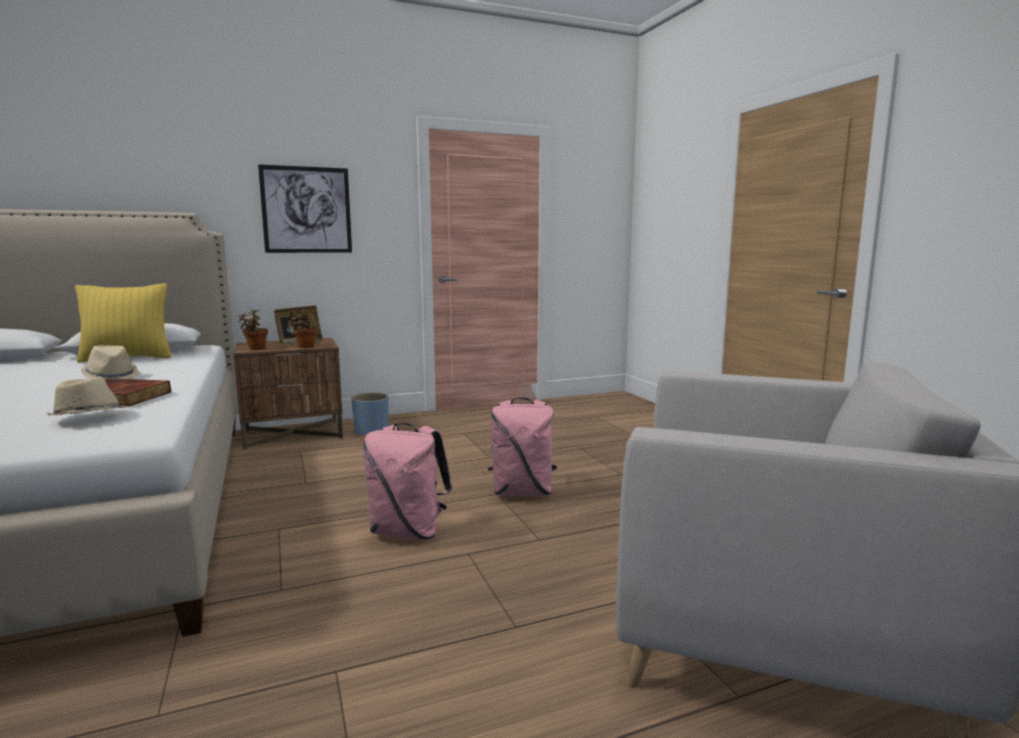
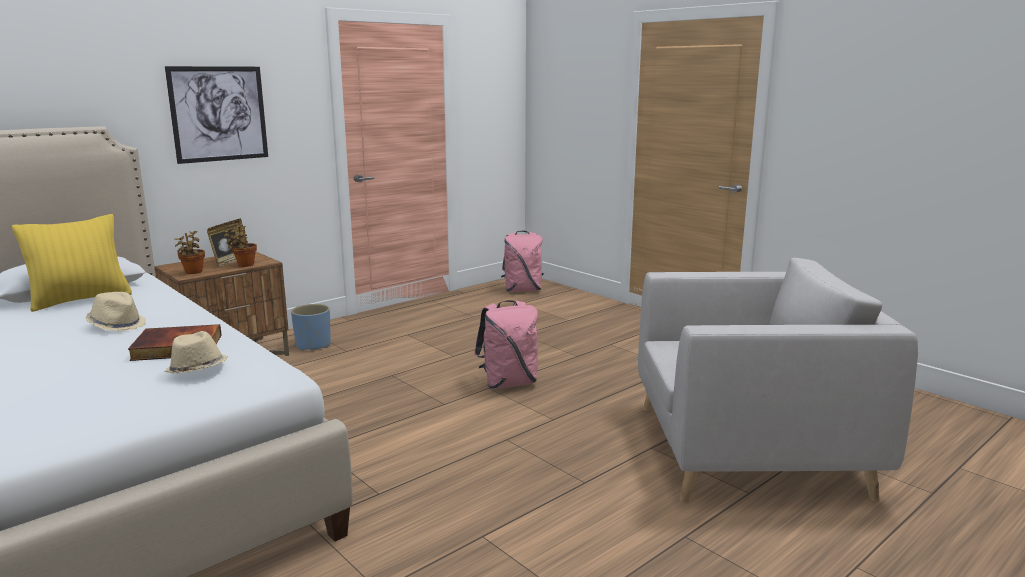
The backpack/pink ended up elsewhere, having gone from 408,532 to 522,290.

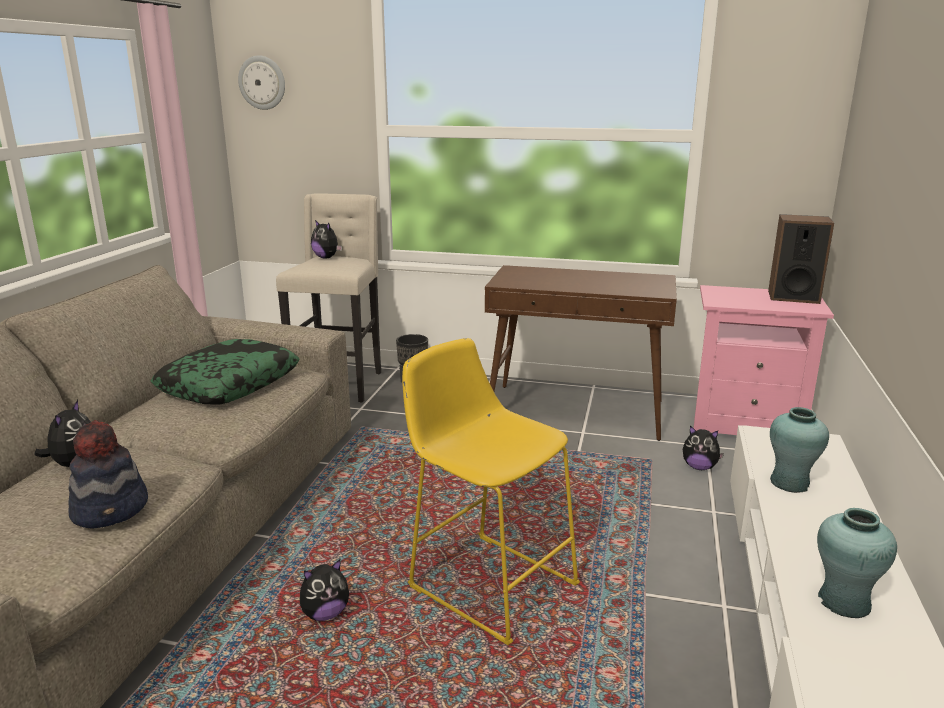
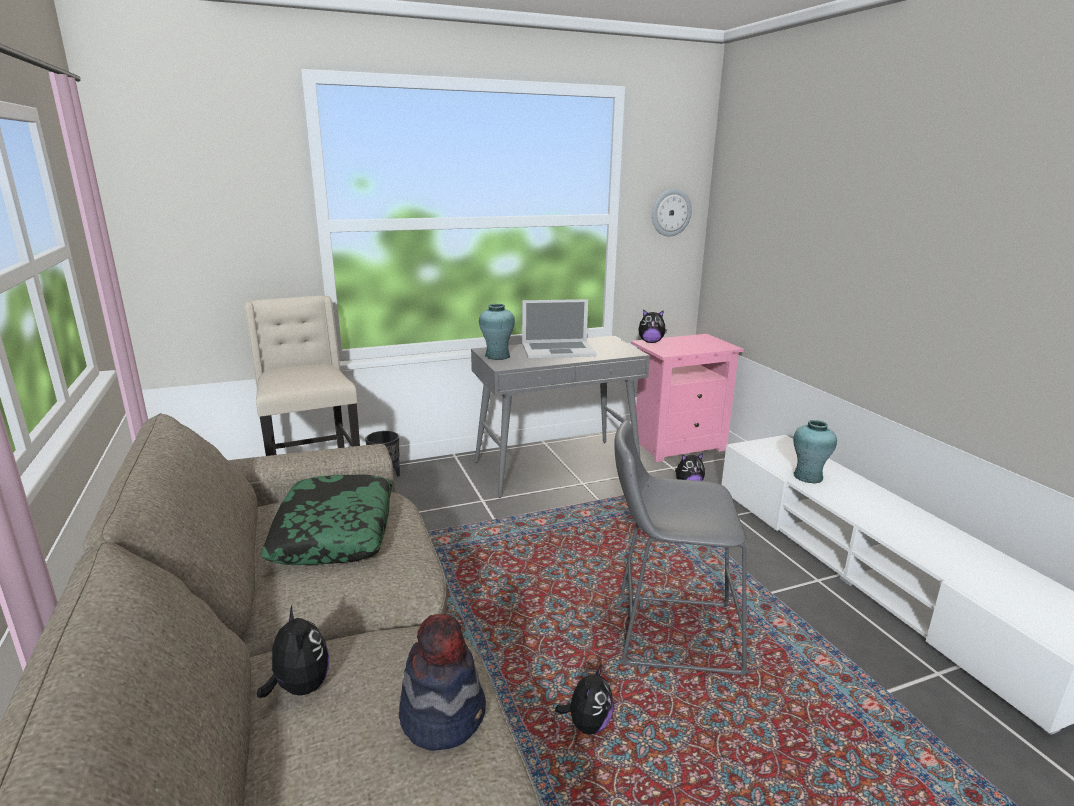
The wall clock ended up elsewhere, having gone from 262,82 to 670,212.
The second view lost the speaker at 793,297.
The plush toy ended up elsewhere, having gone from 327,258 to 650,342.
What was the console table/brown at 576,411 turned into the console table/grey at 557,467.
What was the stool/yellow at 487,582 turned into the stool/grey at 669,633.
The vase/turquoise ended up elsewhere, having gone from 844,602 to 497,356.
The second view gained the laptop at 558,350.

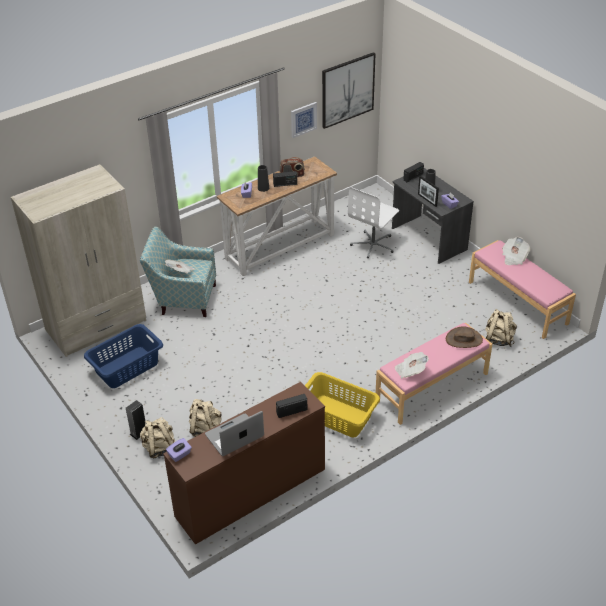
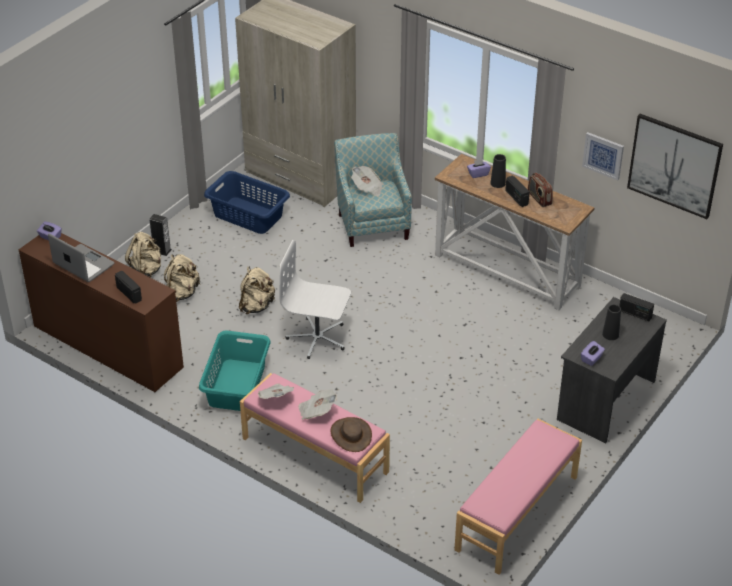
The second view lost the picture frame at 427,200.
The office chair/white ended up elsewhere, having gone from 373,245 to 317,338.
The newspaper ended up elsewhere, having gone from 514,258 to 316,411.
The backpack/beige ended up elsewhere, having gone from 498,339 to 256,306.
What was the laundry basket/yellow at 338,416 turned into the laundry basket/turquoise at 236,385.

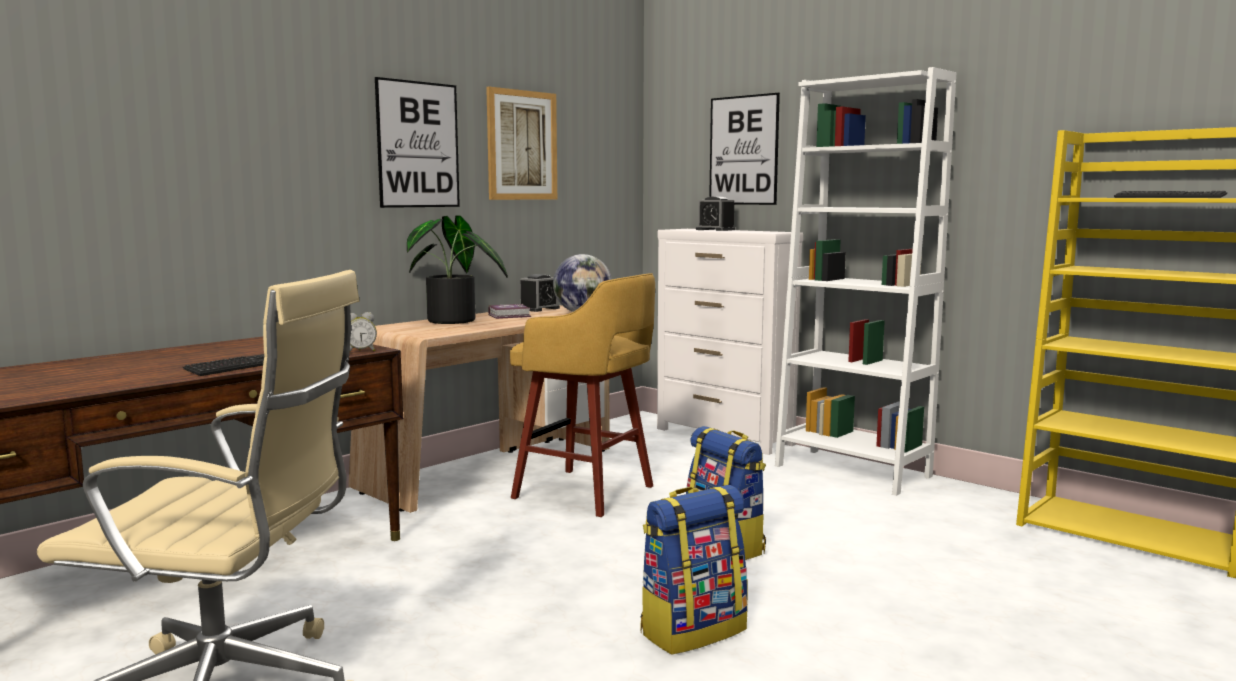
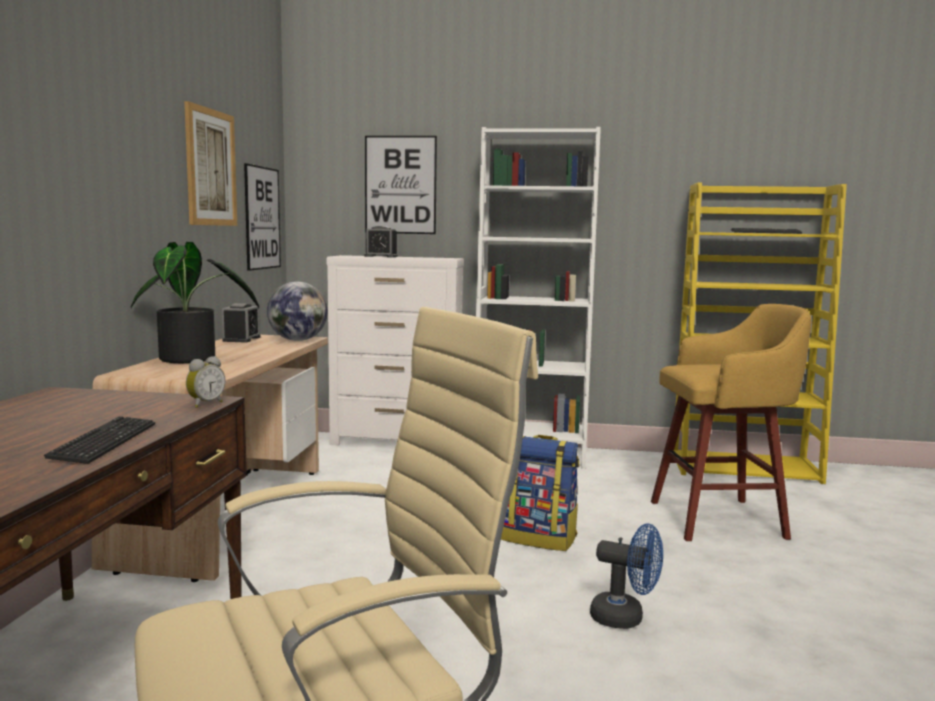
The picture ended up elsewhere, having gone from 418,145 to 262,218.
The stool/yellow ended up elsewhere, having gone from 587,493 to 721,519.
The second view lost the book at 510,316.
Where the backpack stood at 692,630, the fan/blue came to stand at 625,618.

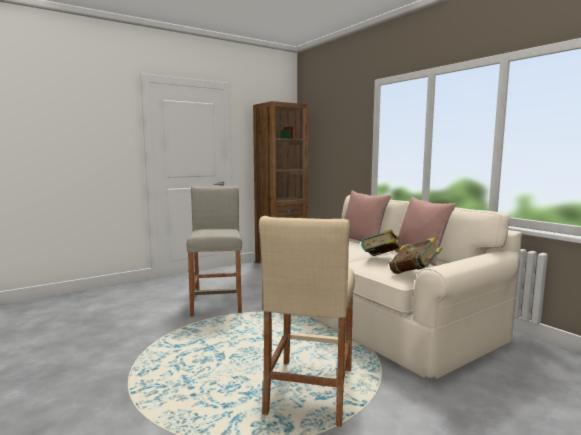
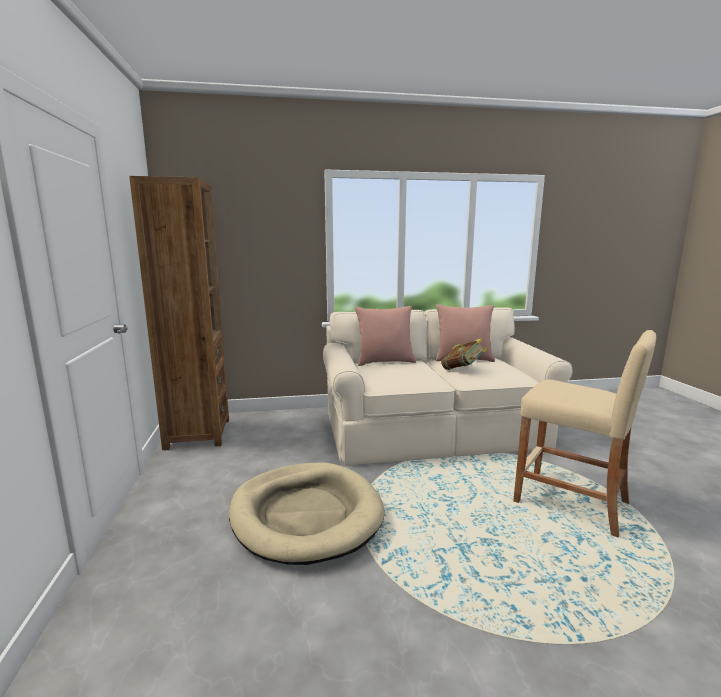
Where the stool/beige stood at 217,303, the dog bed/beige came to stand at 306,515.
The second view lost the book at 414,274.

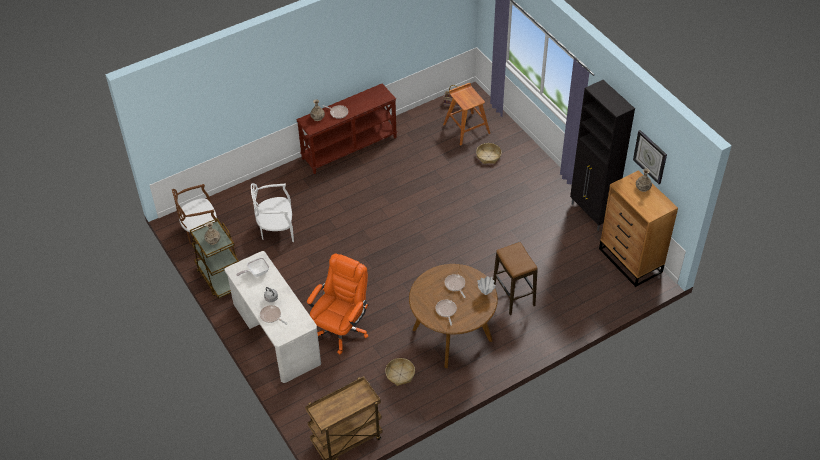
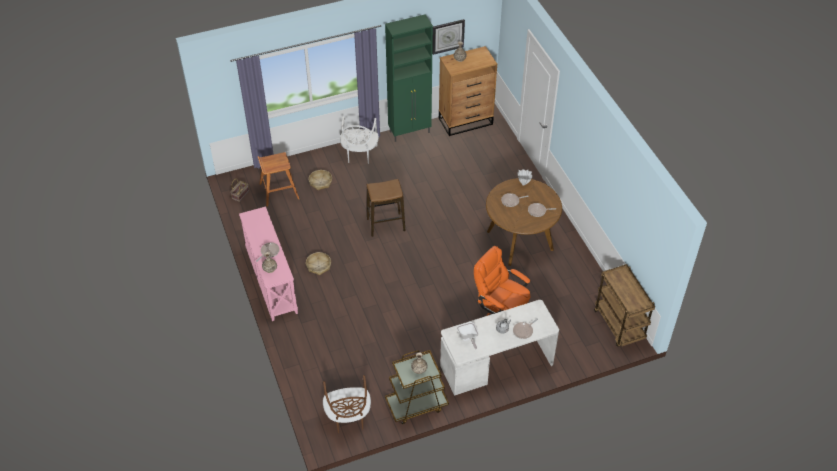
What was the cabinet/black at 591,214 turned into the cabinet/green at 410,132.
What was the console table/brown at 349,147 turned into the console table/pink at 270,280.
The chair/white ended up elsewhere, having gone from 276,229 to 359,154.
The stool ended up elsewhere, having gone from 513,296 to 386,225.
The basket ended up elsewhere, having gone from 400,374 to 318,266.

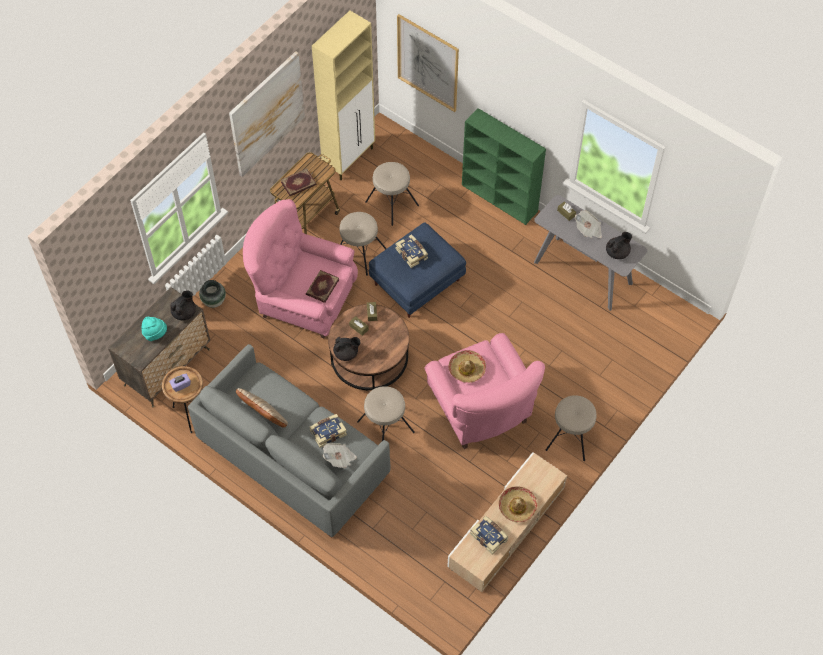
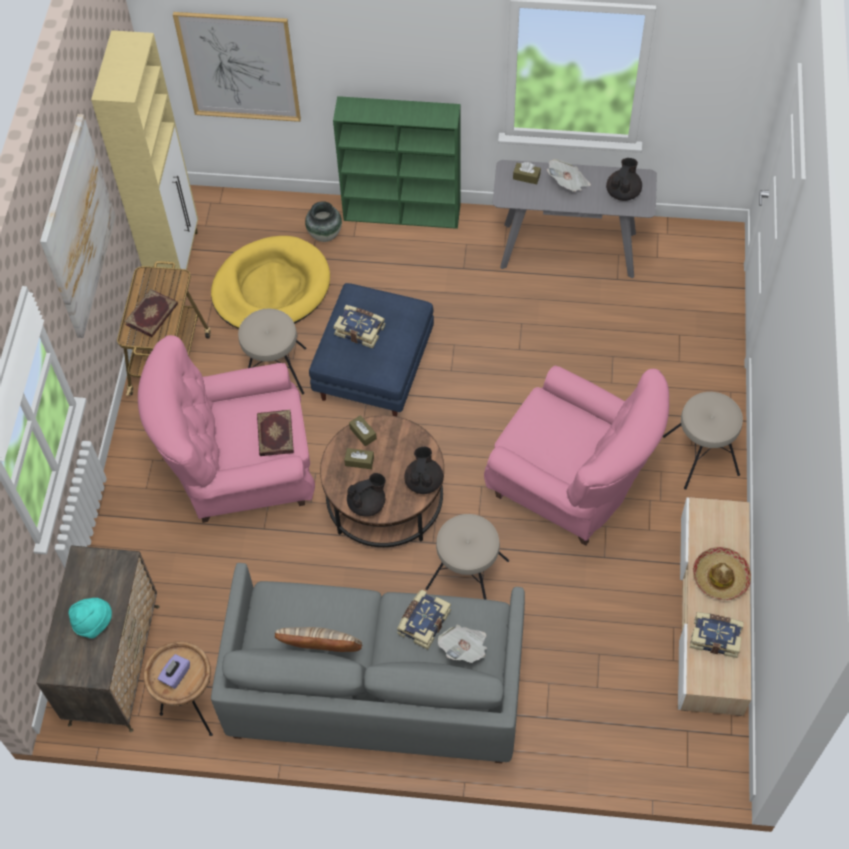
Where the stool/beige stood at 391,204, the dog bed/yellow came to stand at 271,288.
The vase ended up elsewhere, having gone from 213,301 to 324,235.
The teapot/black ended up elsewhere, having gone from 184,312 to 424,481.
The second view lost the hat at 467,369.

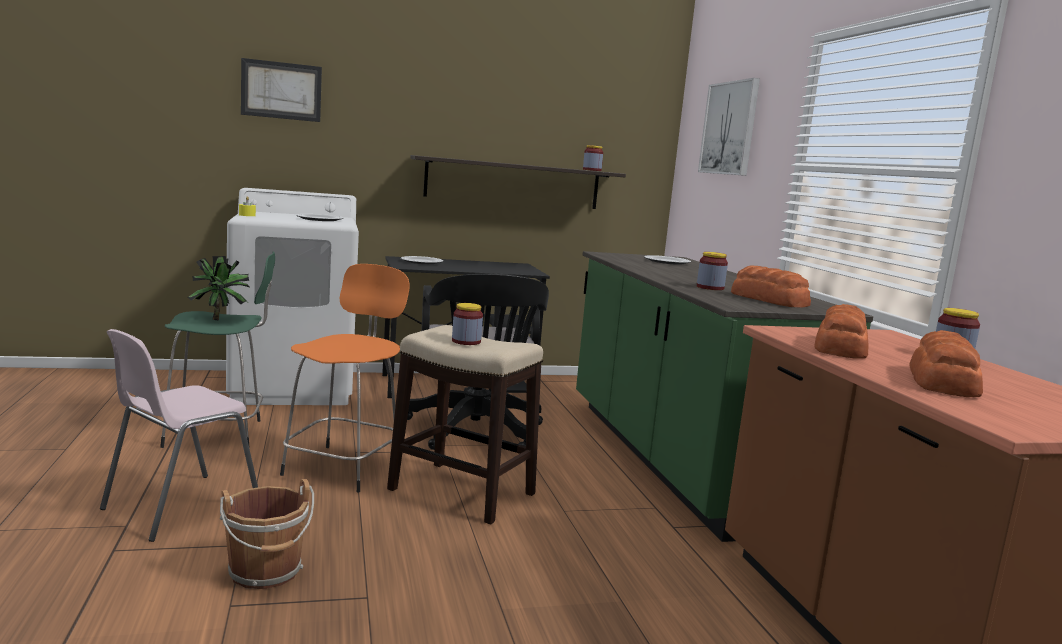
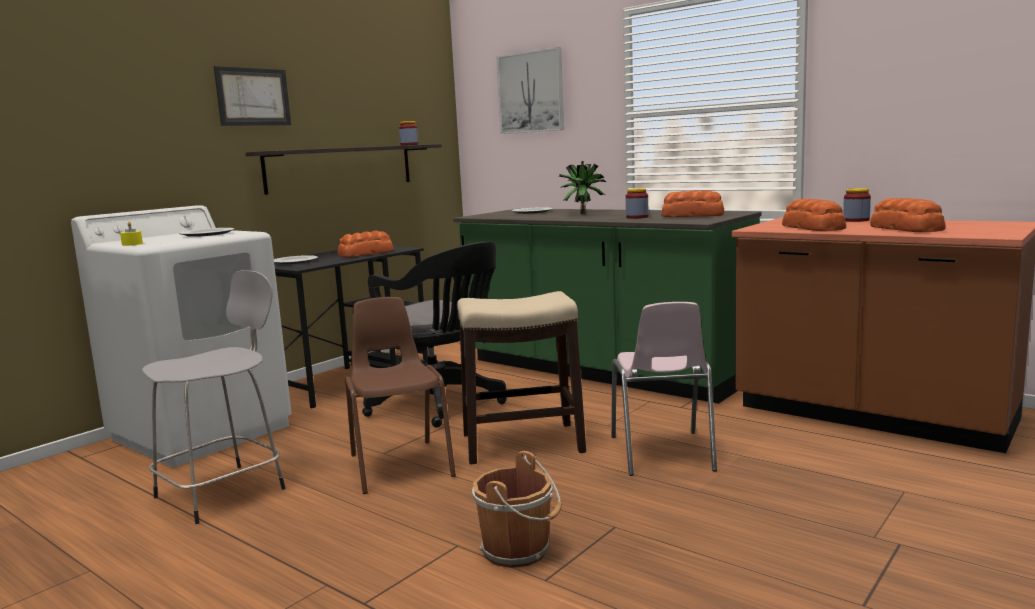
The picture ended up elsewhere, having gone from 281,90 to 253,97.
What was the stool/green at 218,433 turned into the stool/grey at 224,491.
The potted plant ended up elsewhere, having gone from 220,319 to 583,213.
Where the stool/orange stood at 344,466, the chair/brown came to stand at 400,465.
The second view lost the jar at 466,341.
The chair/pink ended up elsewhere, having gone from 179,507 to 661,454.
The second view gained the bread at 366,253.

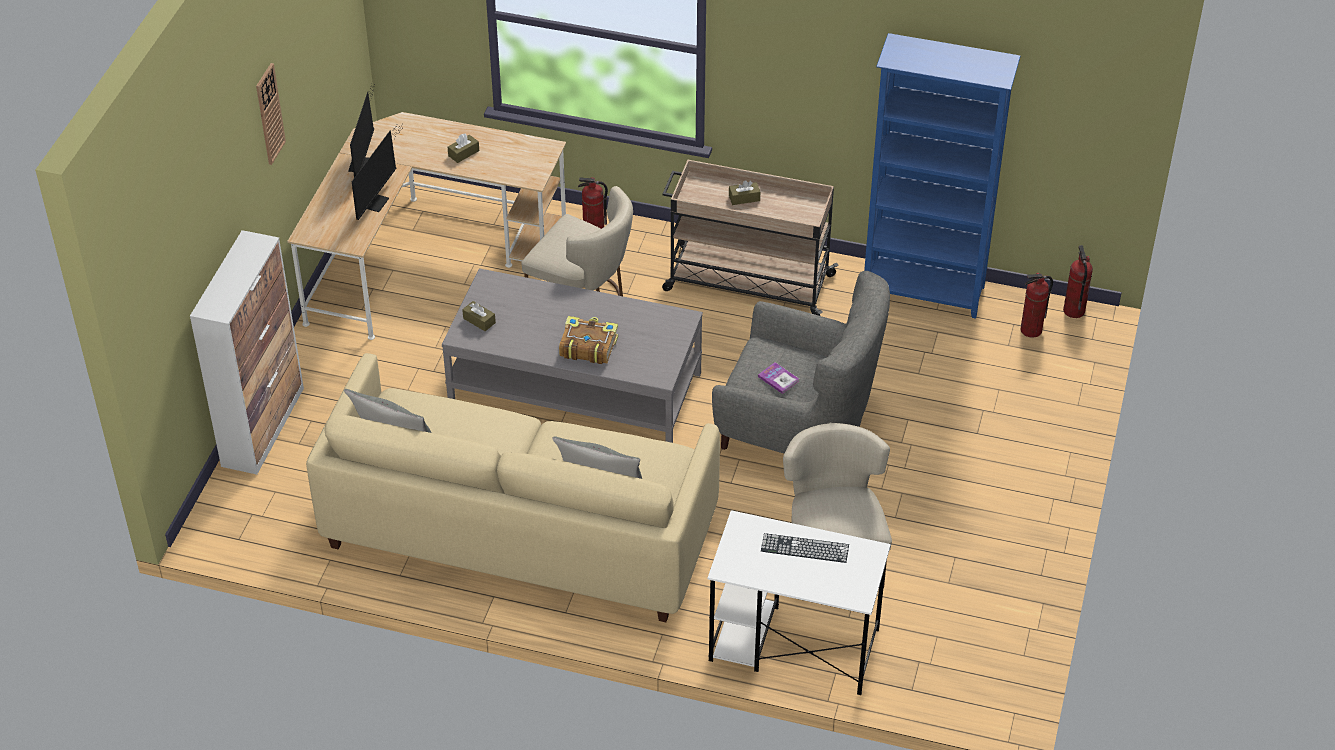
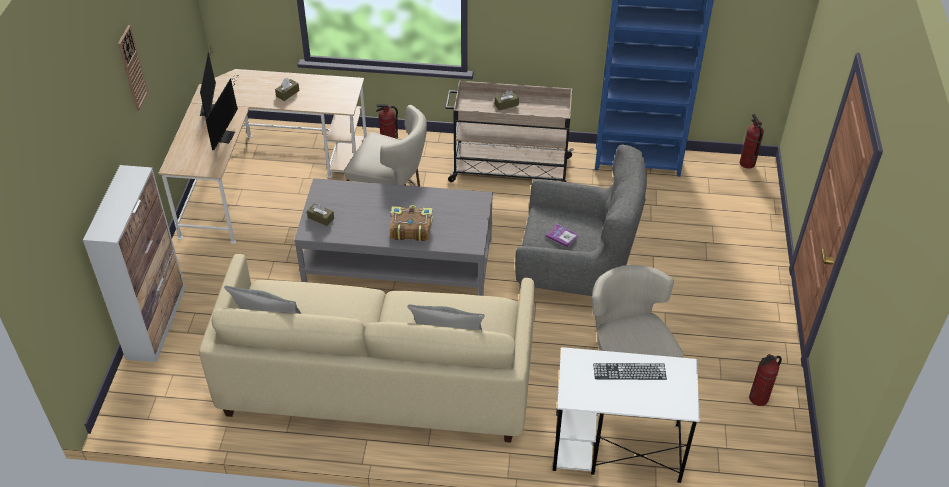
The fire extinguisher ended up elsewhere, having gone from 1031,330 to 758,398.

